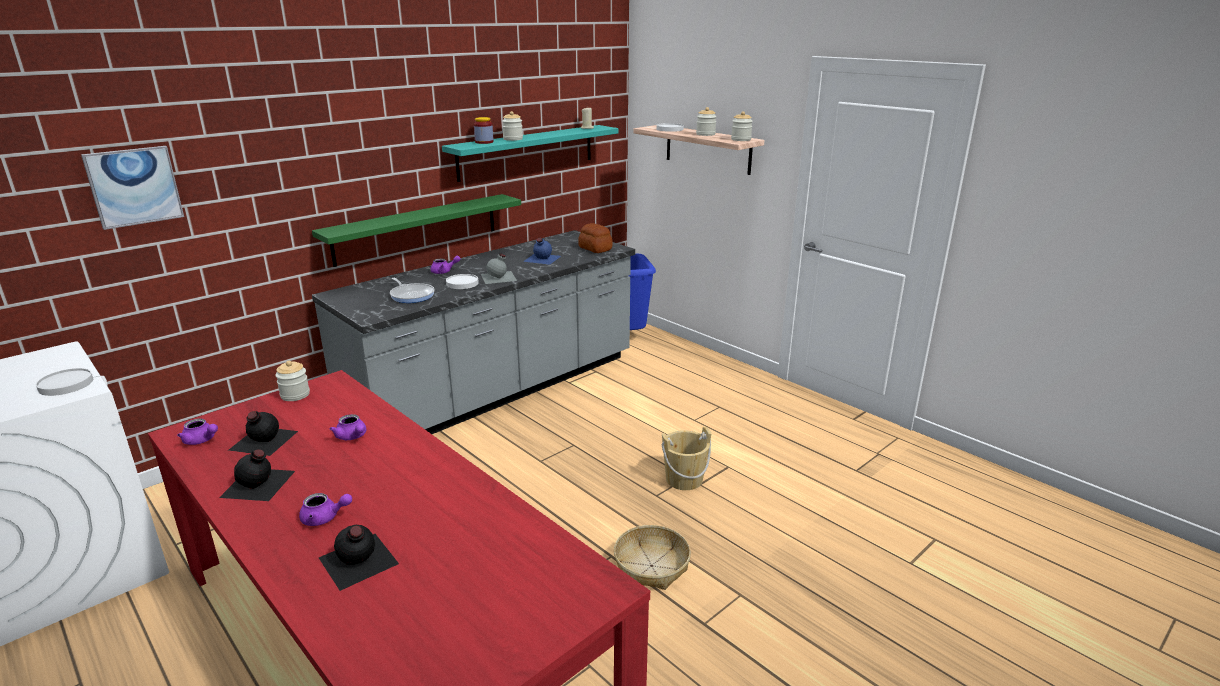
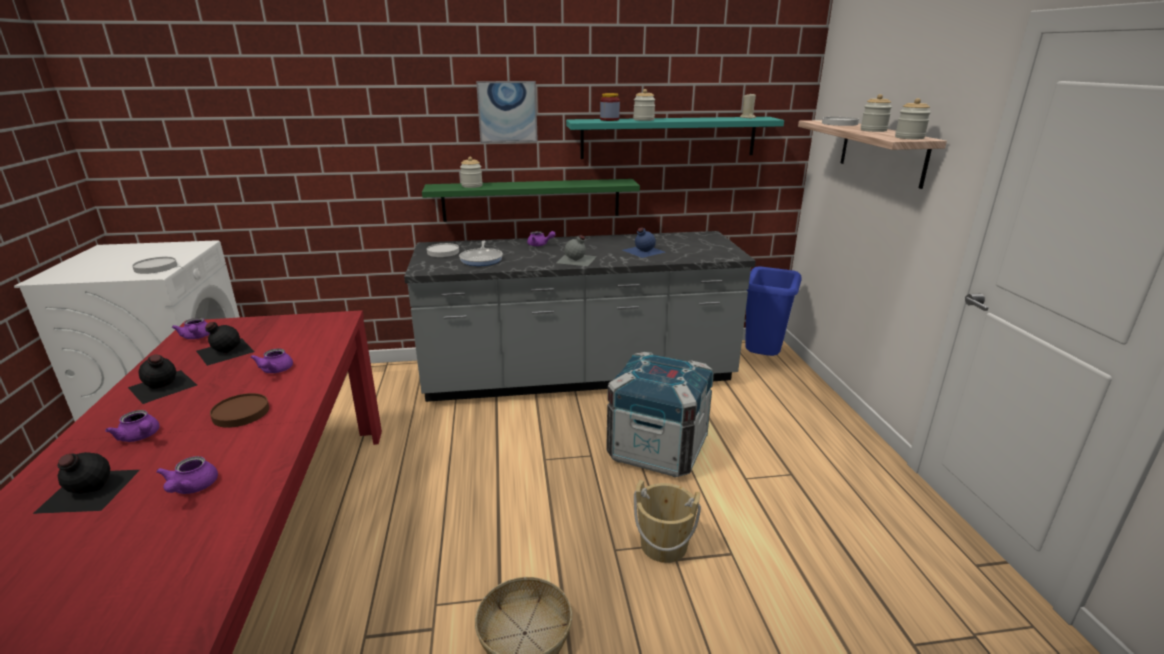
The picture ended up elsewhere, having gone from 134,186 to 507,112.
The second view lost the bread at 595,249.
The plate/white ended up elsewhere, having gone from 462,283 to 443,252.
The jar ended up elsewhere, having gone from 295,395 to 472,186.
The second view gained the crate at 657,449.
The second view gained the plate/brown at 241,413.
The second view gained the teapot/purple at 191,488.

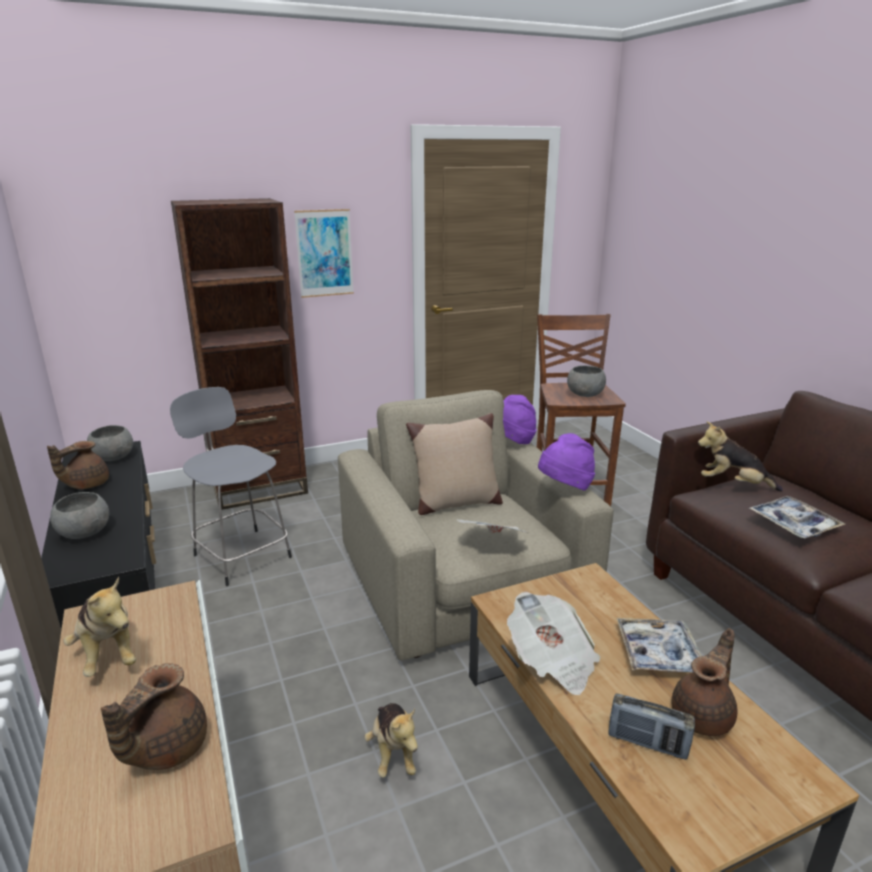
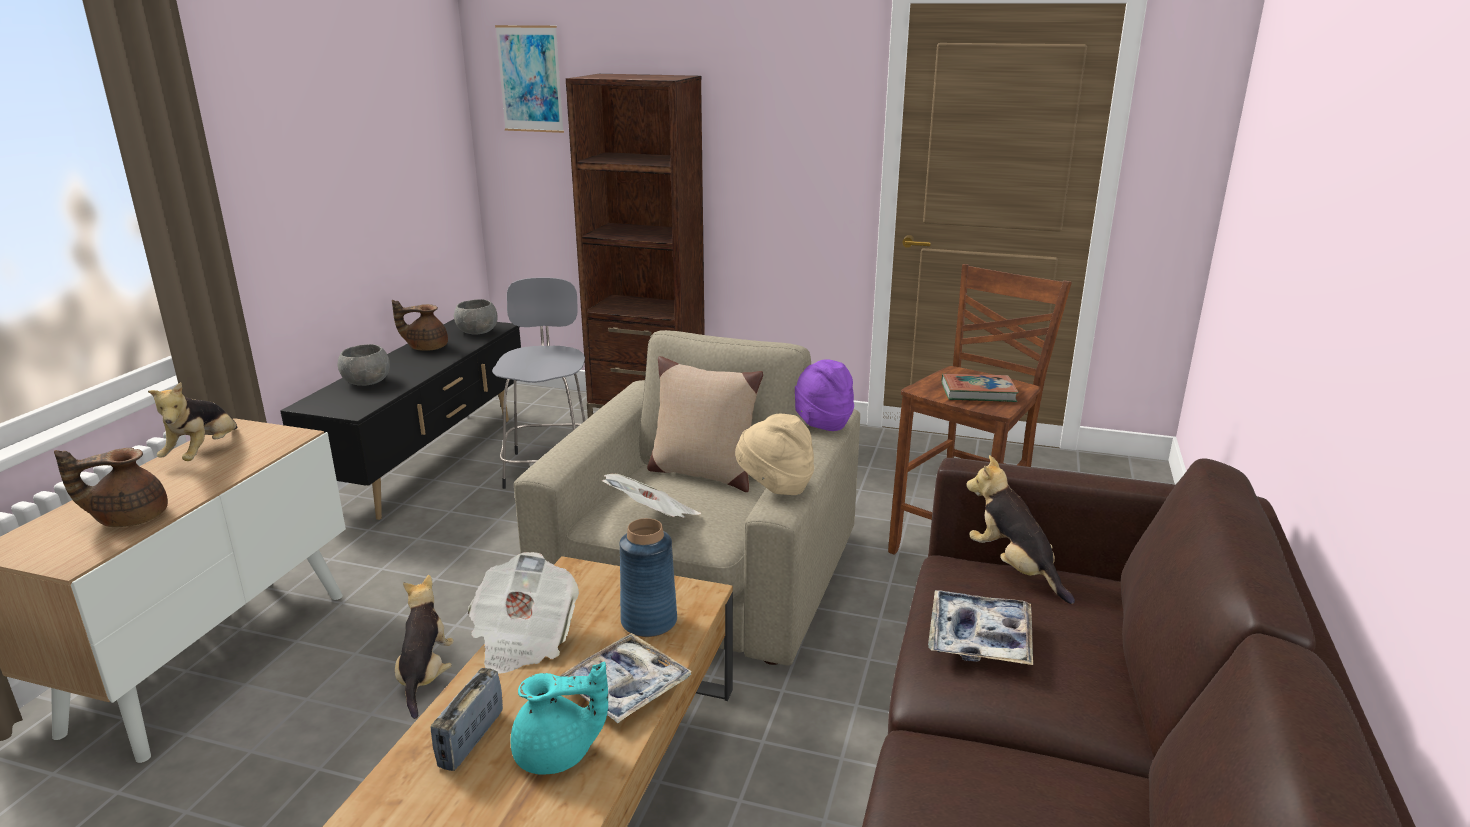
The picture ended up elsewhere, having gone from 324,253 to 530,79.
Where the bowl/grey stood at 585,394, the book came to stand at 978,392.
What was the hat/purple at 565,487 turned into the hat/beige at 775,486.
What was the teapot/brown at 703,716 turned into the teapot/turquoise at 557,755.
The radio at 647,743 ended up facing another way, 45 degrees clockwise from before.
The plush toy at 393,752 ended up facing another way, 150 degrees clockwise from before.
The second view gained the vase/blue at 649,622.

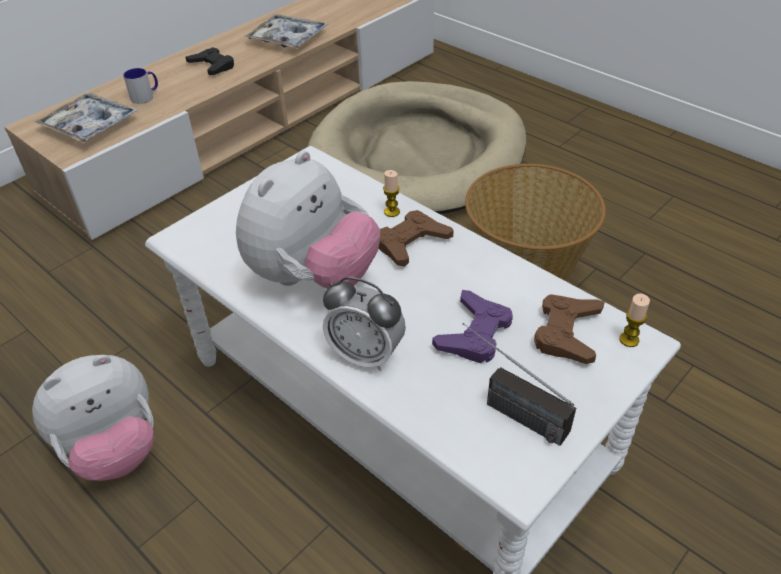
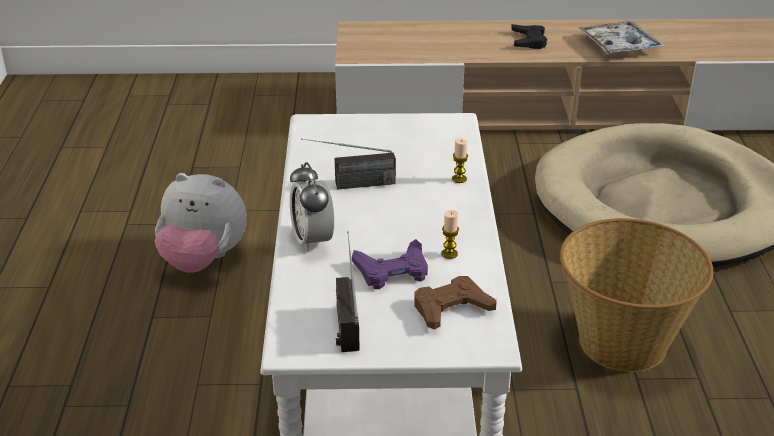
The second view lost the mug at 146,96.
The second view lost the tray at 90,126.
Where the plush toy stood at 312,277, the radio came to stand at 349,185.
The second view lost the game controller/brown at 411,243.
The candle ended up elsewhere, having gone from 629,340 to 449,254.

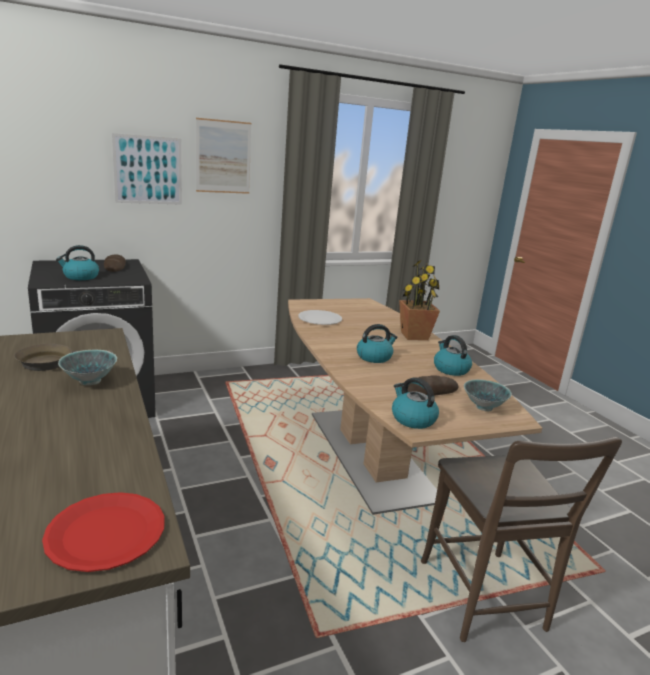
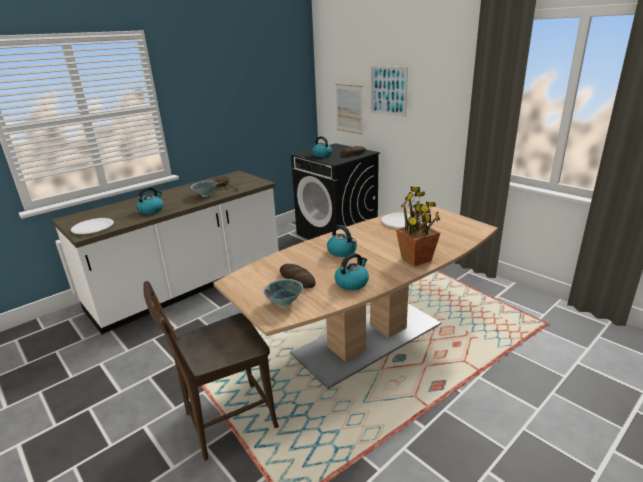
The picture ended up elsewhere, having gone from 223,157 to 349,108.
The kettle ended up elsewhere, having gone from 412,419 to 151,210.
What was the plate/red at 106,533 turned into the plate/white at 93,227.

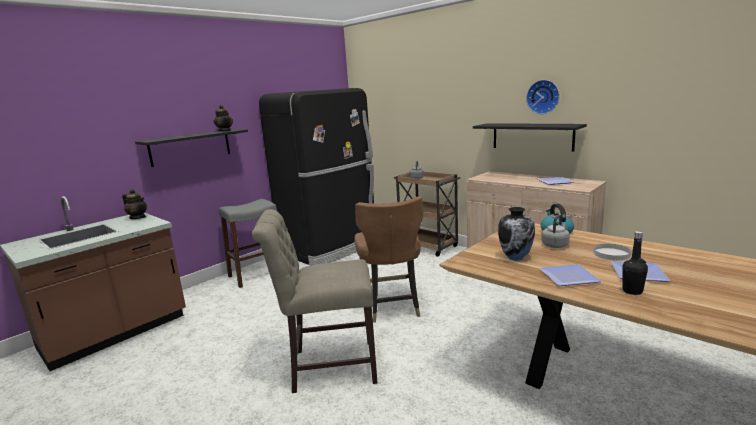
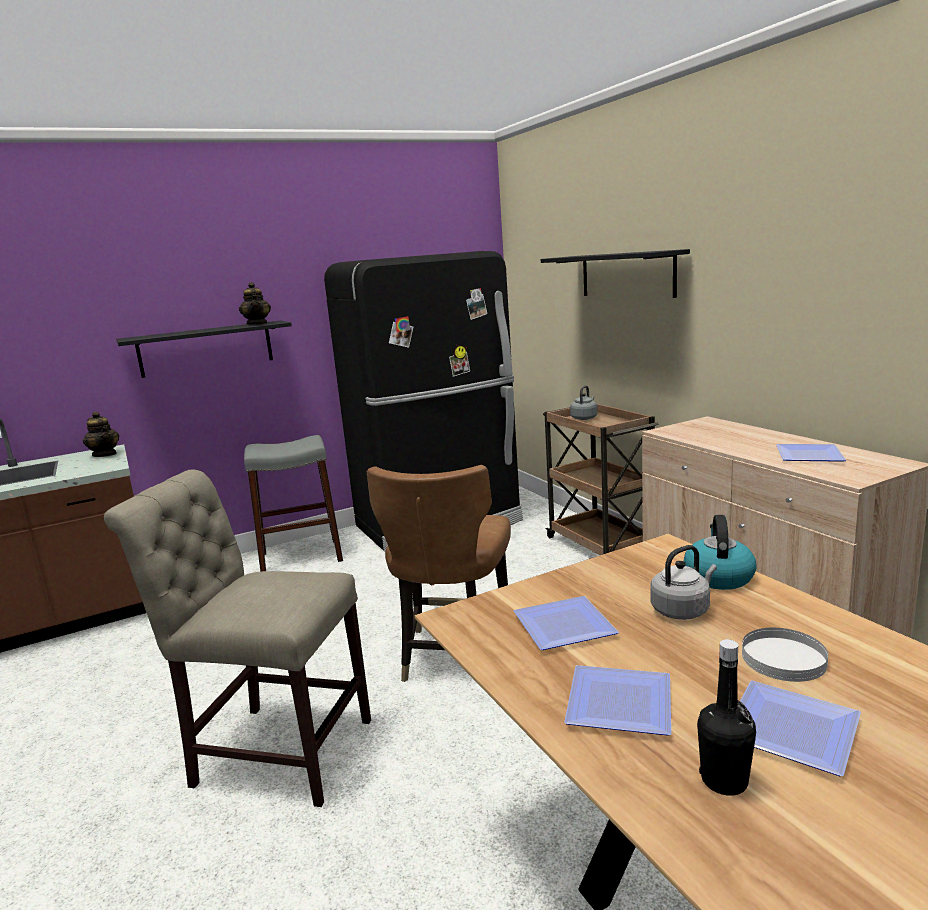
The second view lost the wall clock at 543,97.
The shelf/black ended up elsewhere, having gone from 532,136 to 626,274.
Where the vase stood at 516,257, the plate came to stand at 568,627.

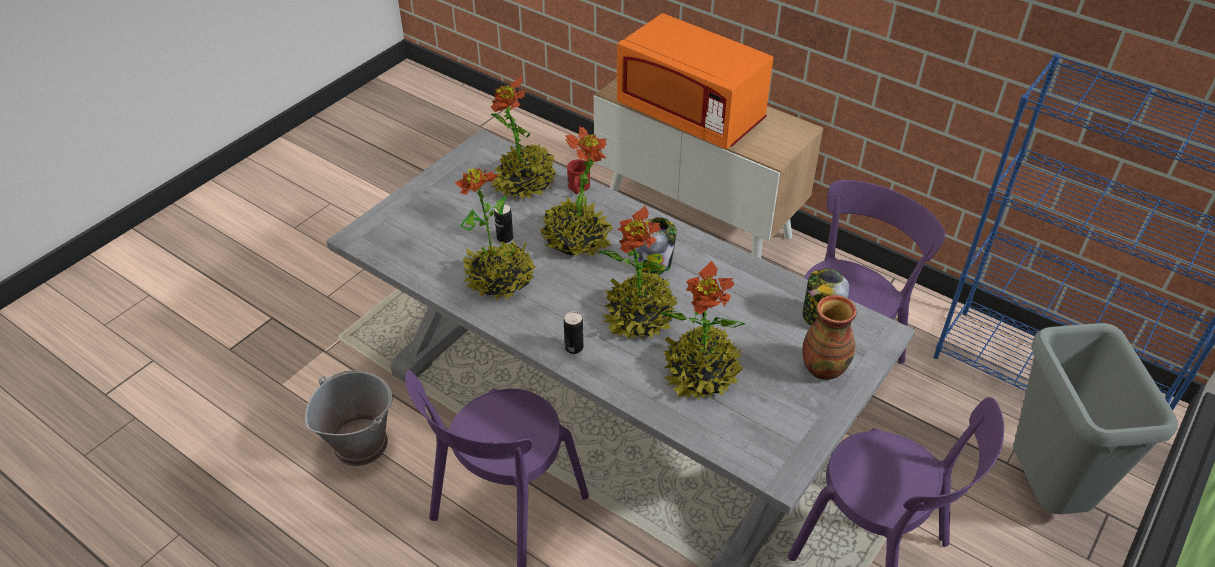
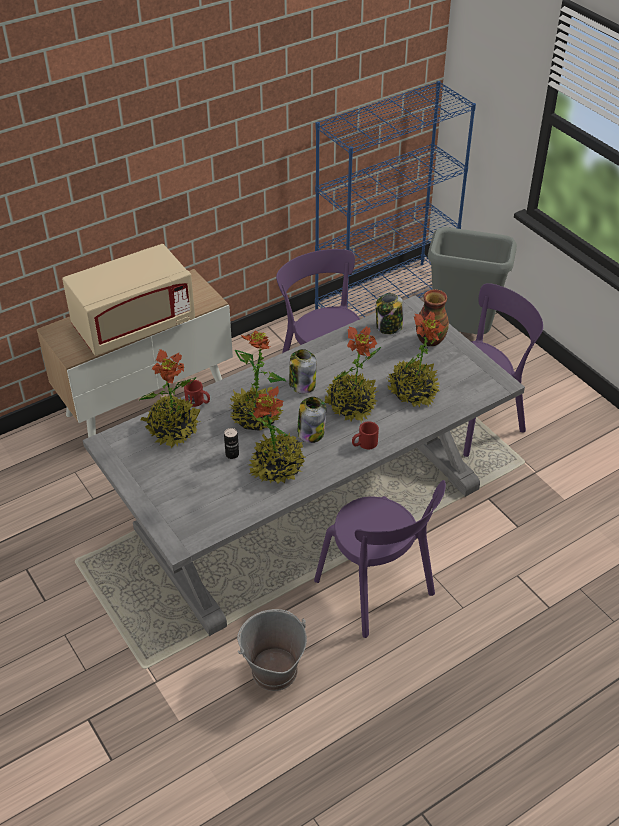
What was the microwave/orange at 691,115 turned into the microwave/beige at 134,325.
Where the can stood at 574,347, the mug/red came to stand at 364,444.
The second view gained the jar at 311,432.

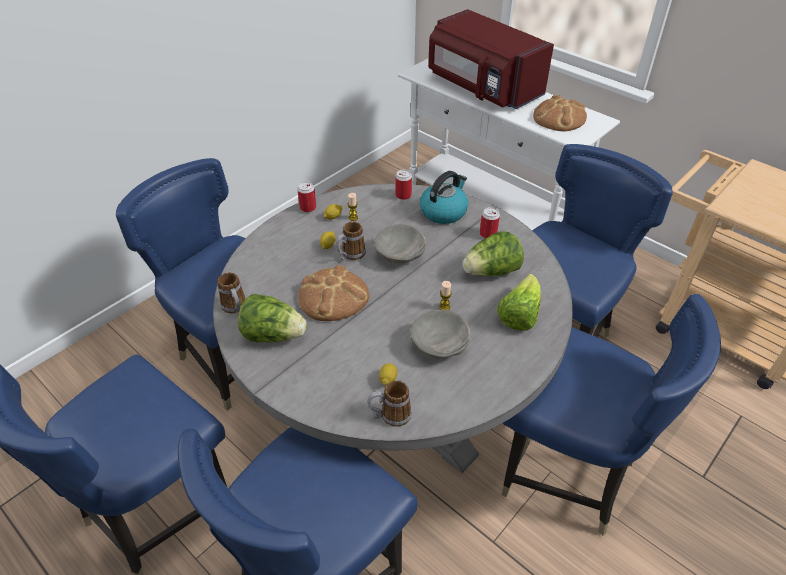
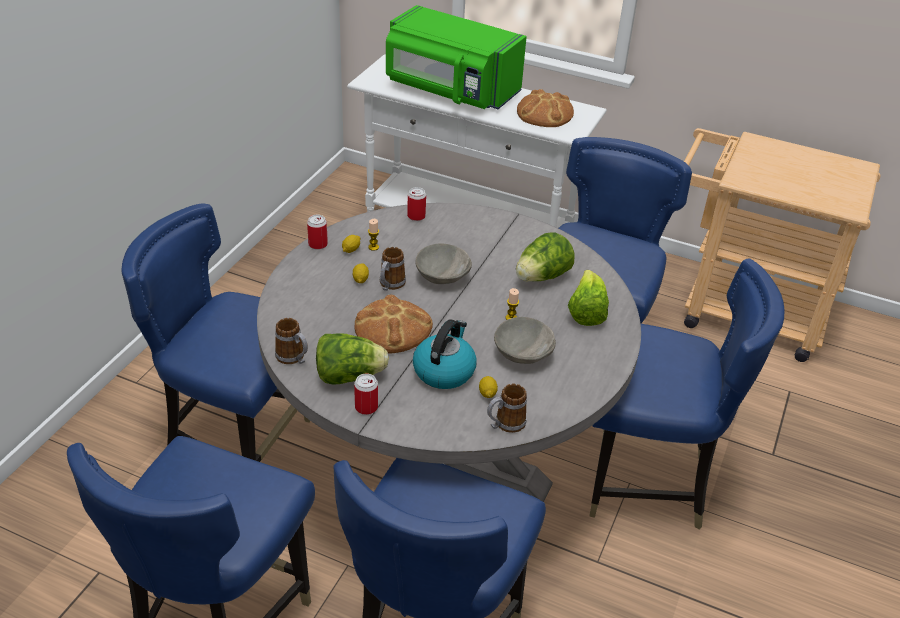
What was the microwave/red at 482,88 turned into the microwave/green at 450,90.
The kettle ended up elsewhere, having gone from 443,211 to 444,370.
The can ended up elsewhere, having gone from 488,234 to 366,407.

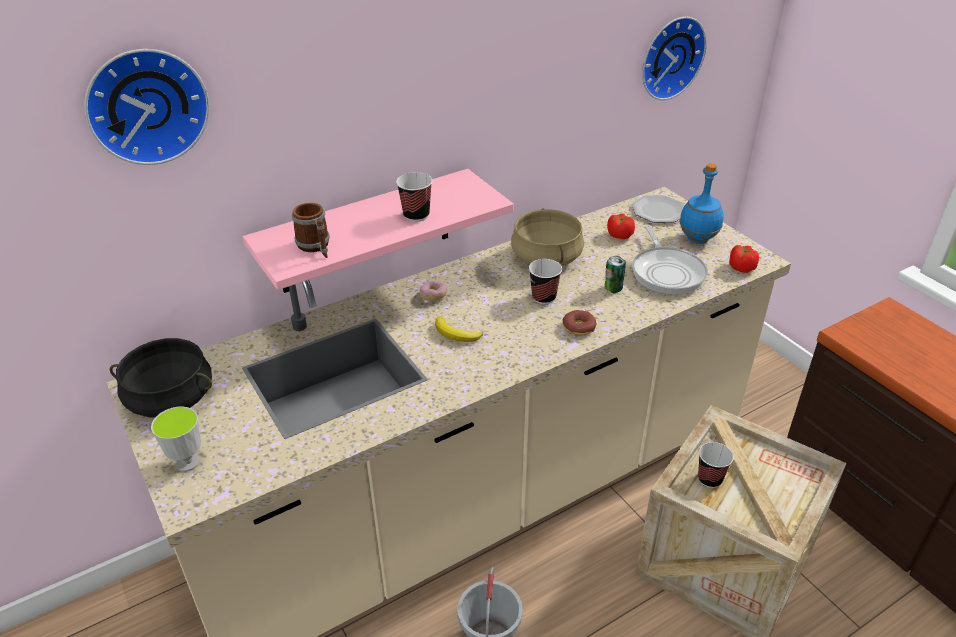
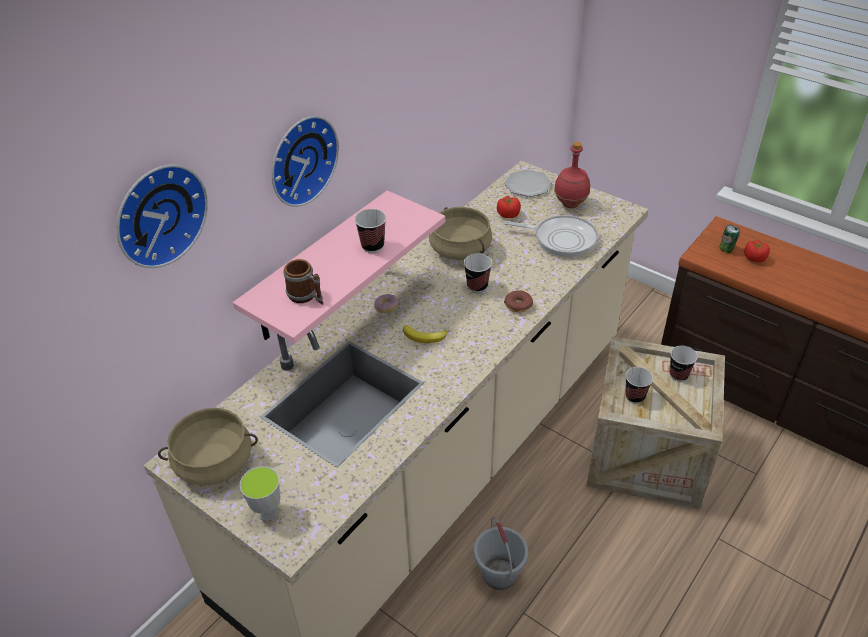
The wall clock ended up elsewhere, having gone from 669,57 to 300,159.
What was the bottle/blue at 697,240 turned into the bottle/red at 570,204.
The frying pan at 667,272 ended up facing another way, 45 degrees counterclockwise from before.
The tomato ended up elsewhere, having gone from 741,268 to 754,258.
The can ended up elsewhere, having gone from 613,289 to 726,249.
What was the cooking pot/black at 170,399 turned into the cooking pot/beige at 214,463.
The second view gained the cup at 678,374.

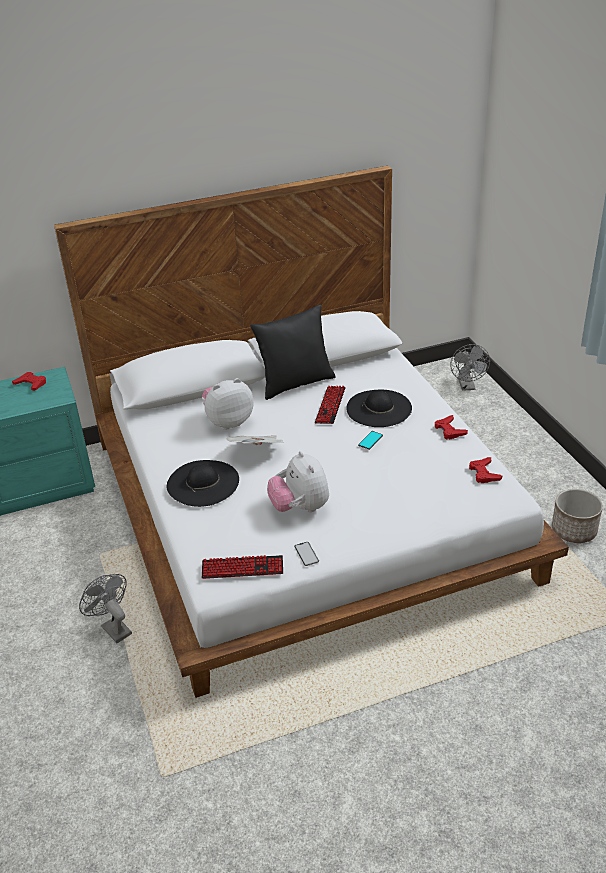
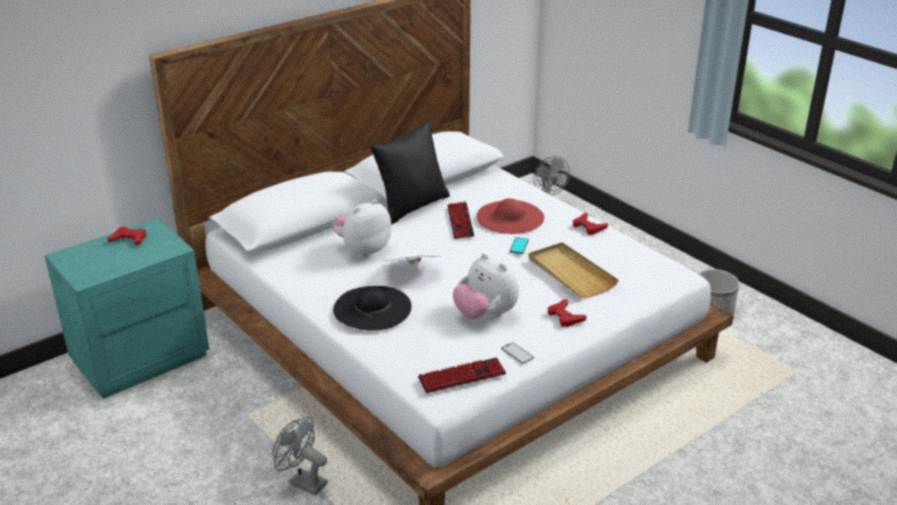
What was the hat/black at 379,408 turned into the hat/red at 510,217.
The game controller/red ended up elsewhere, having gone from 484,473 to 565,317.
The second view gained the tray/beige at 570,273.

